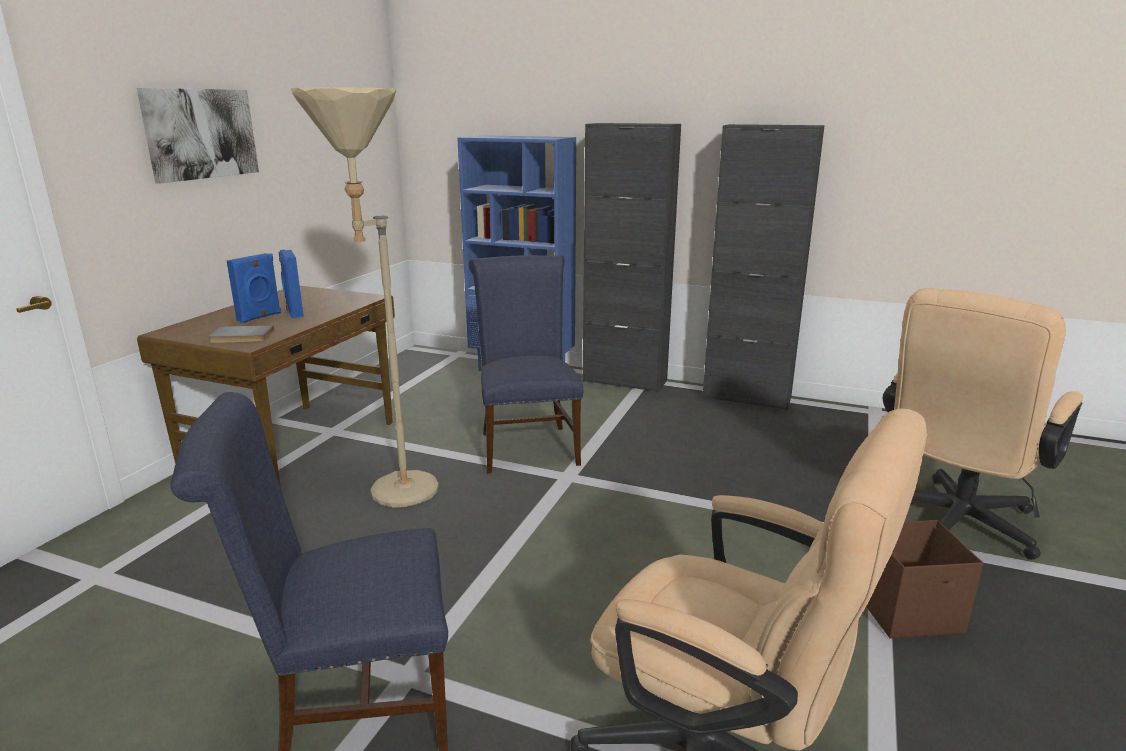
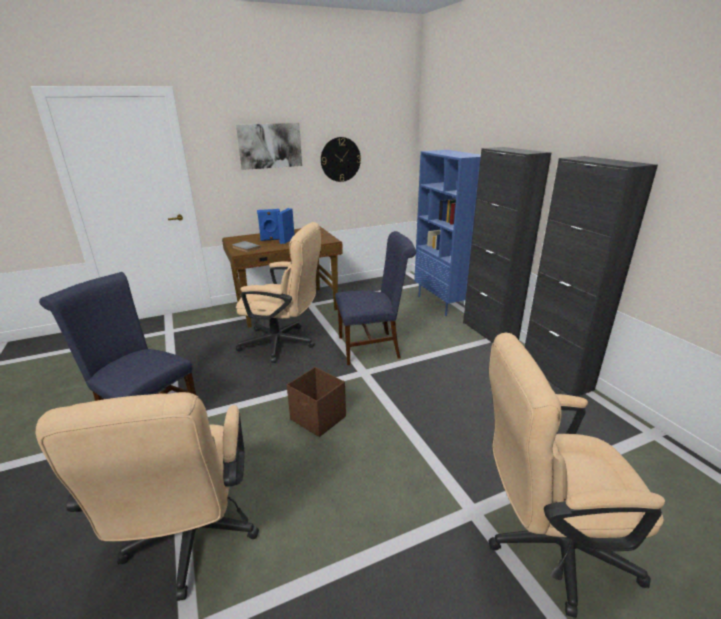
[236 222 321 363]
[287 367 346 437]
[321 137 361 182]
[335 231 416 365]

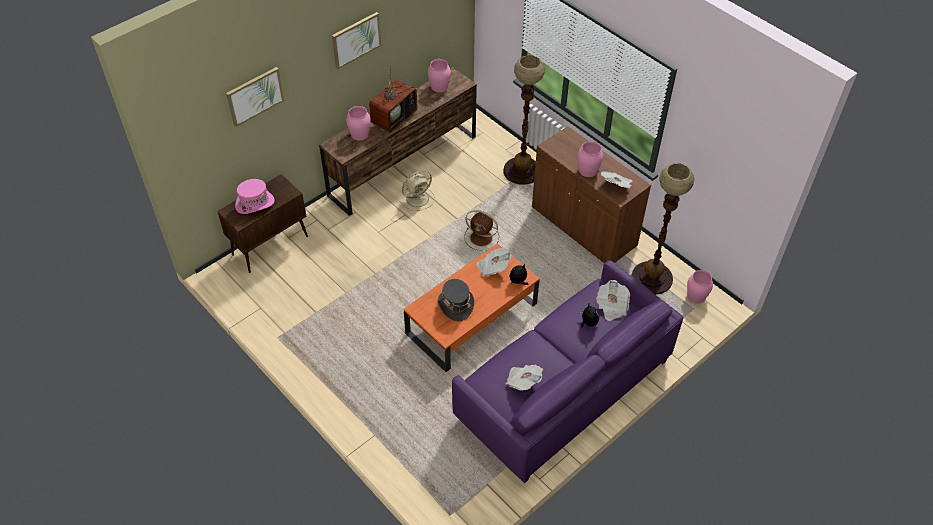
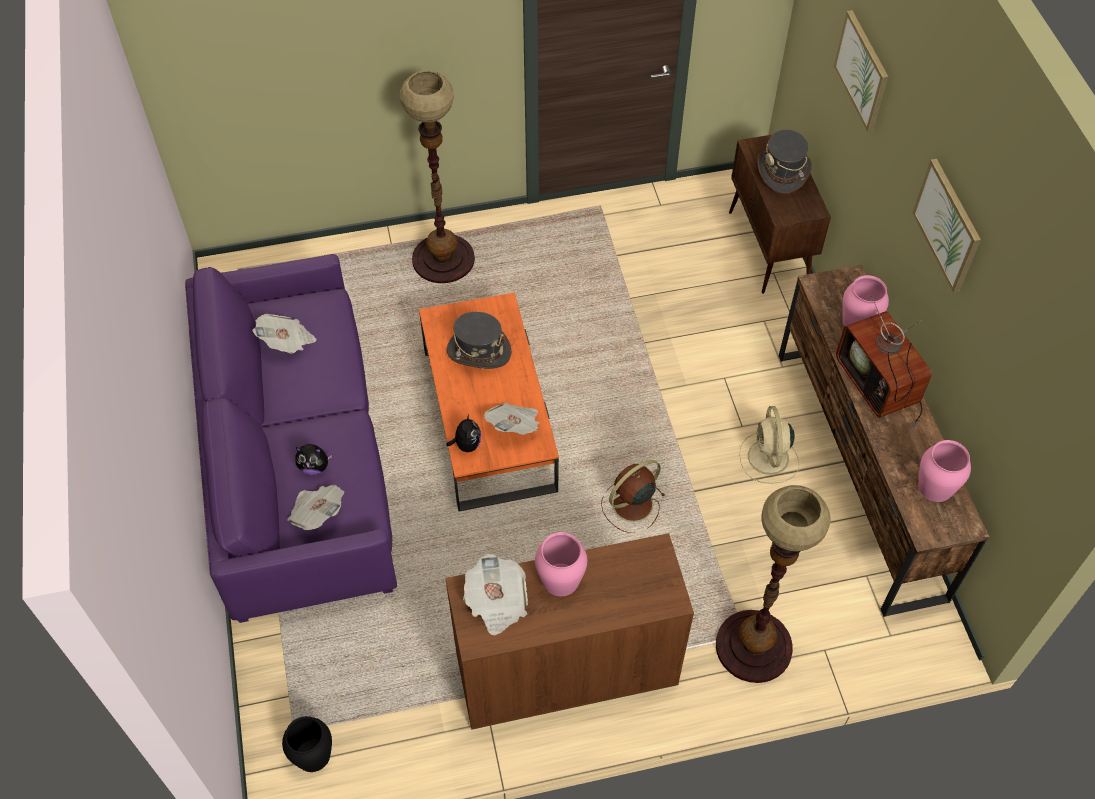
[282 716 332 772]
[400 70 475 283]
[757 130 812 194]

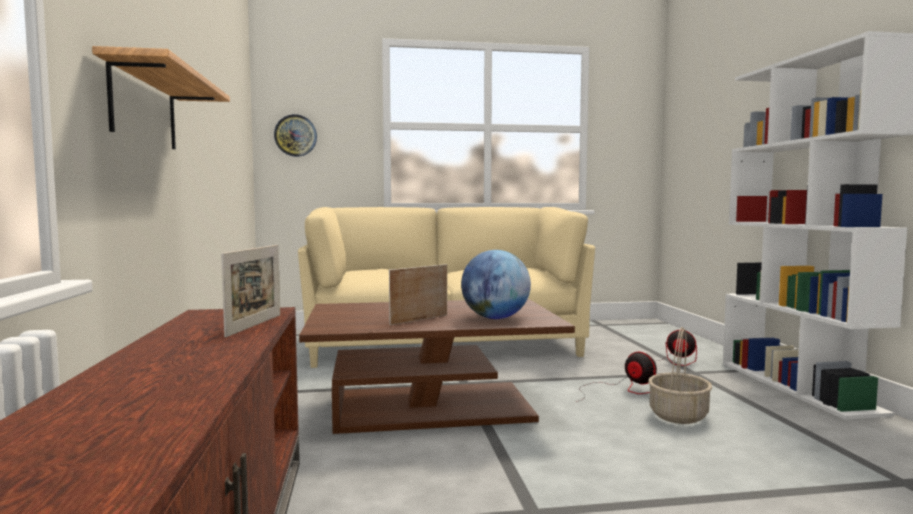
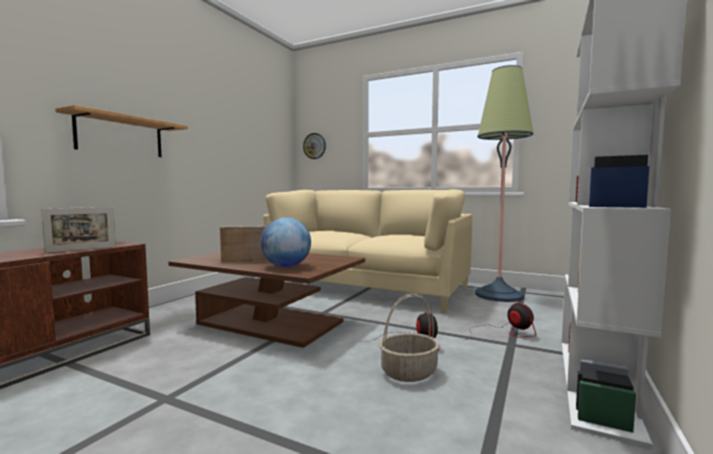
[475 65 534 302]

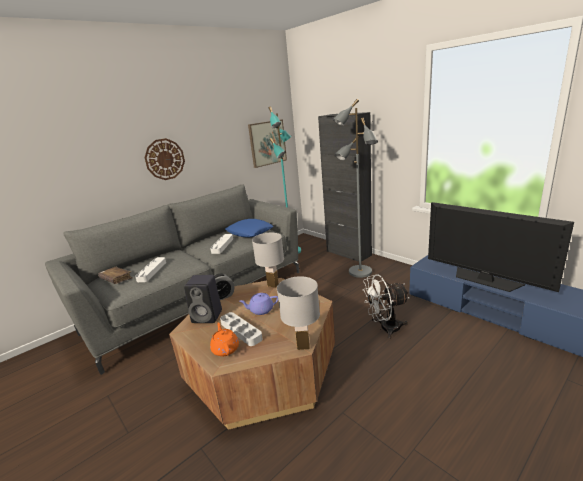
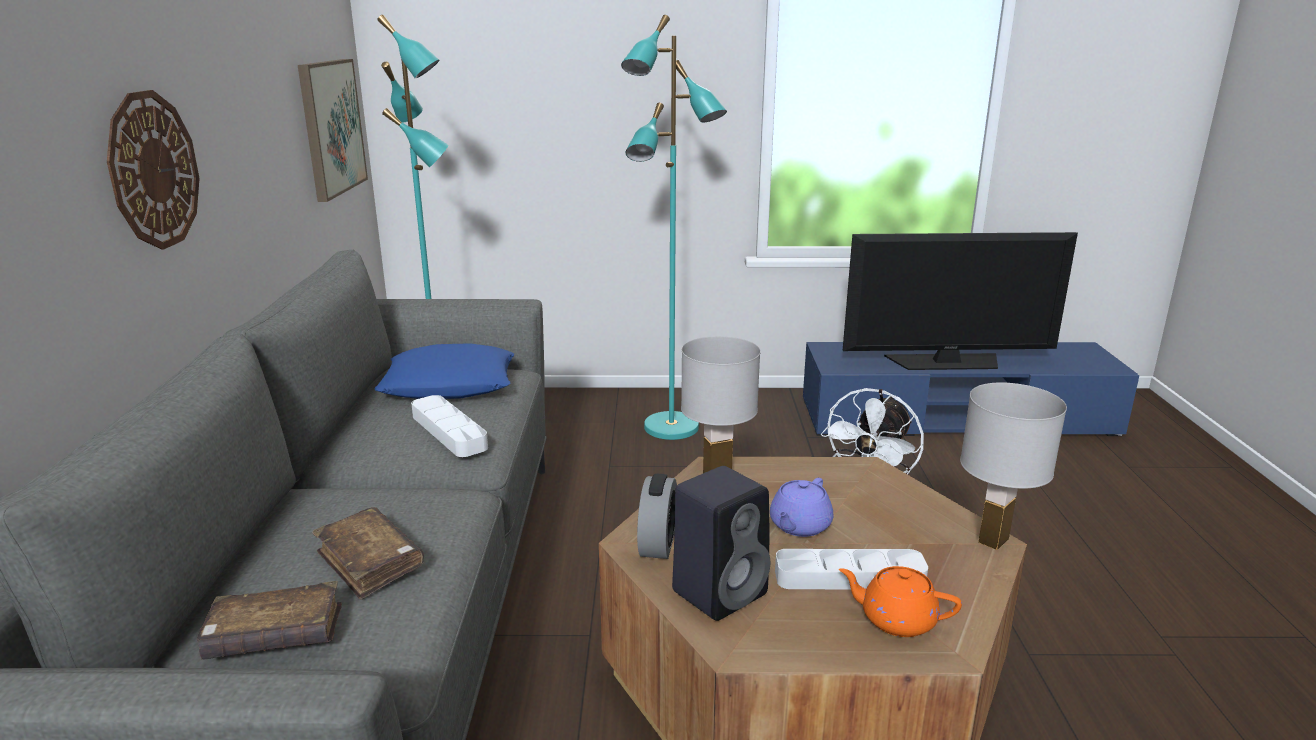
[312 507 424 600]
[621 15 727 440]
[318 112 372 262] (first image)

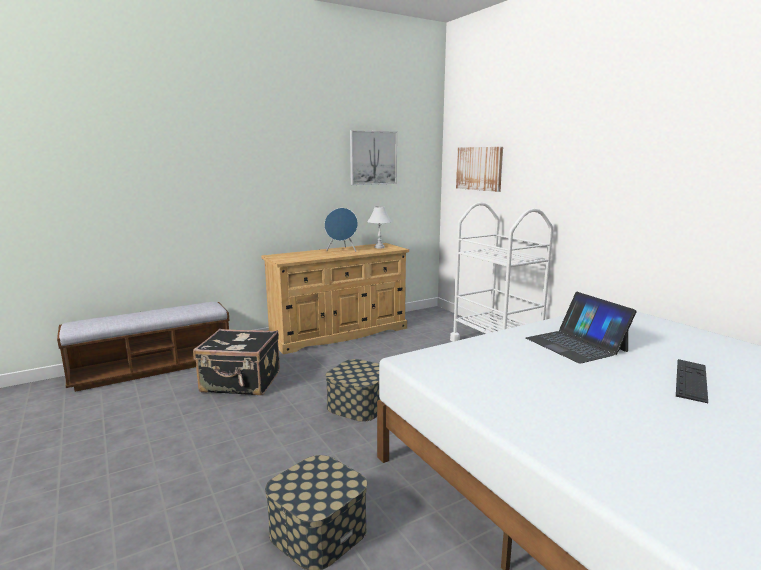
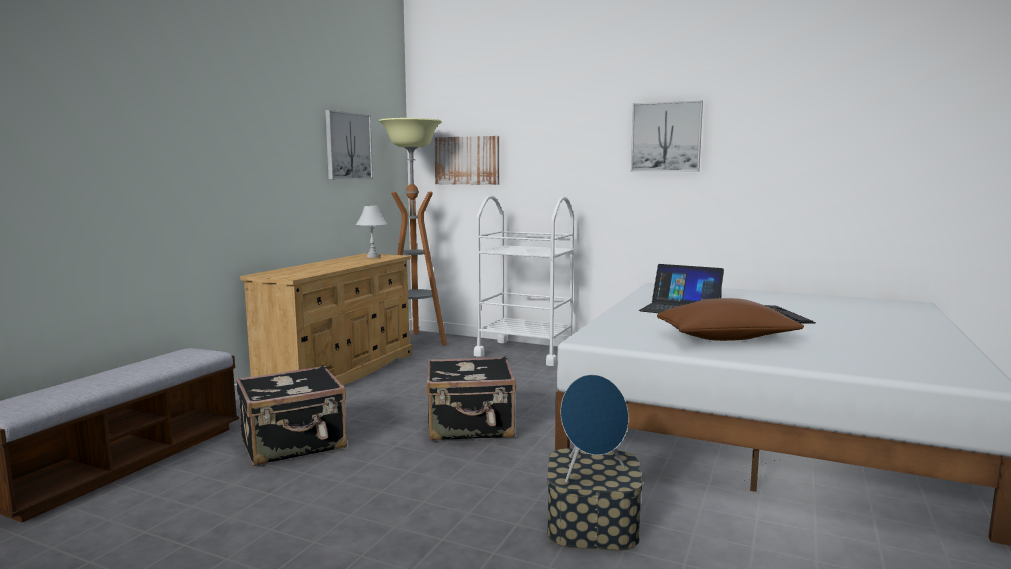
[379 118 447 346]
[426 356 516 441]
[561 375 629 483]
[631 100 703 171]
[657 298 804 341]

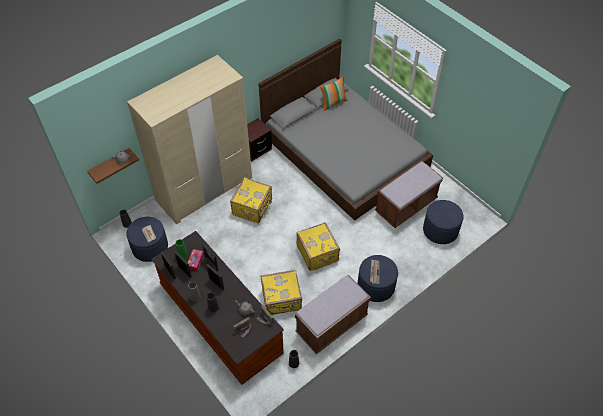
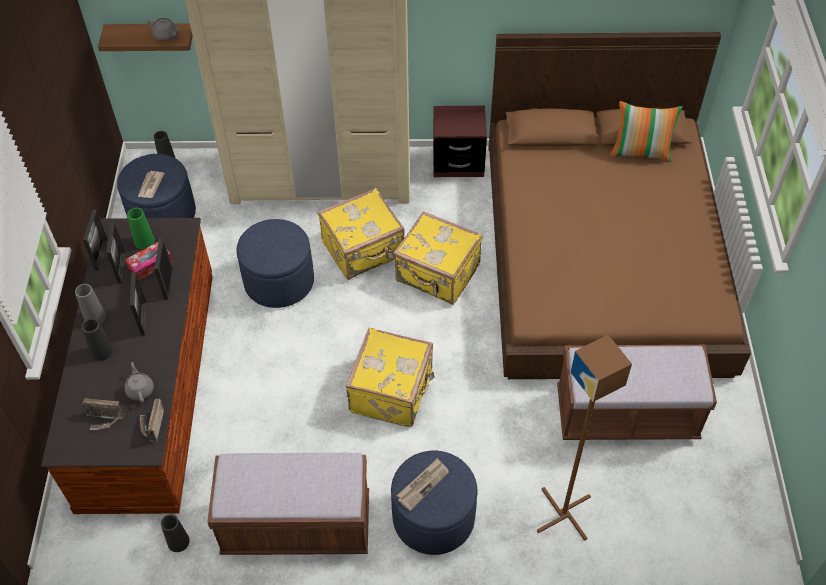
[237 219 314 308]
[393 211 483 305]
[489 32 751 379]
[537 335 632 541]

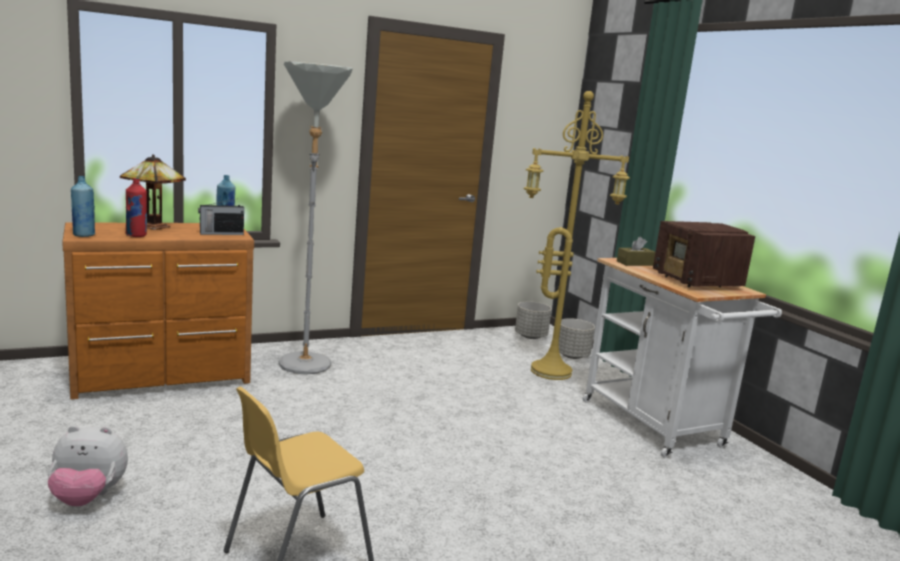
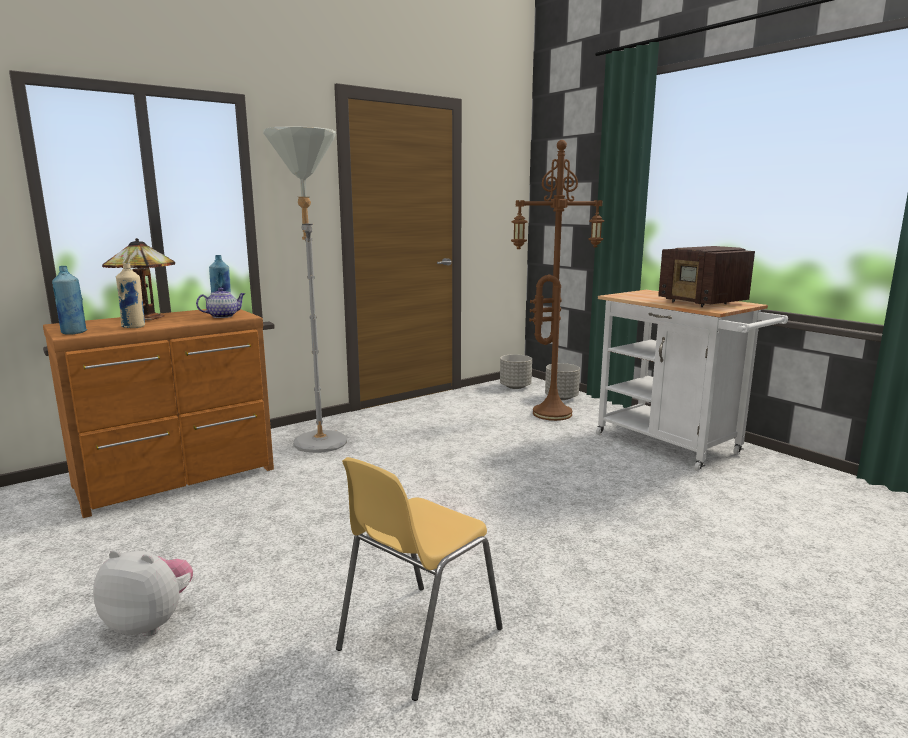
[93 550 193 636]
[116 263 145 328]
[196 288 245 318]
[511 140 604 421]
[617 237 655 266] (first image)

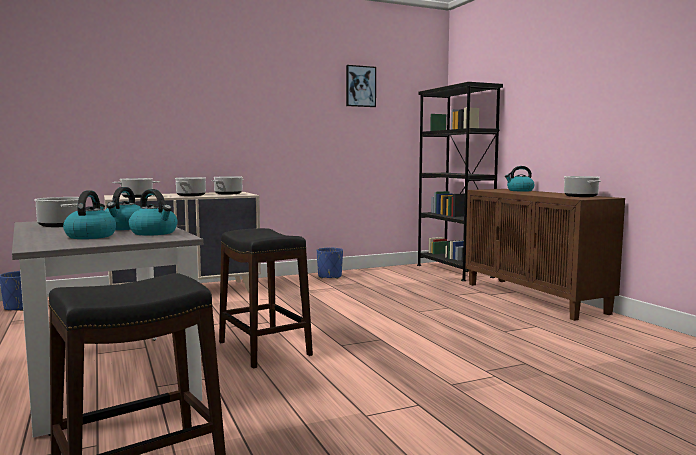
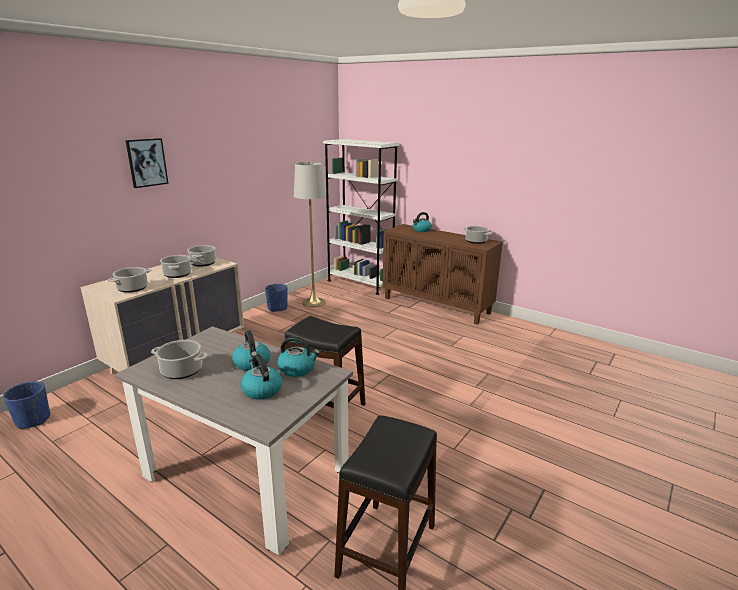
[125 138 169 188]
[294 162 326 307]
[323 139 399 295]

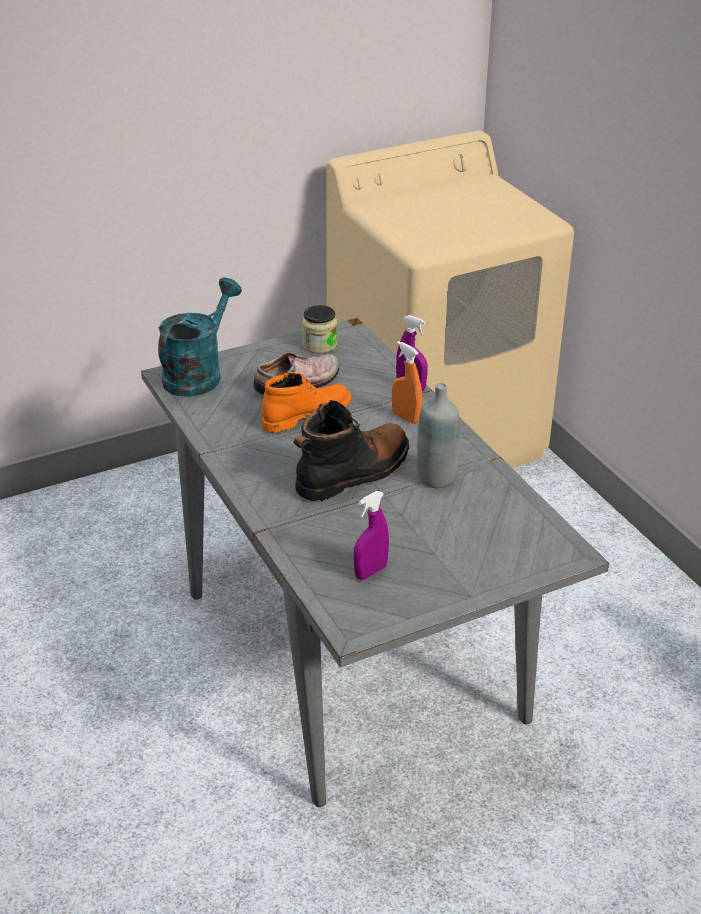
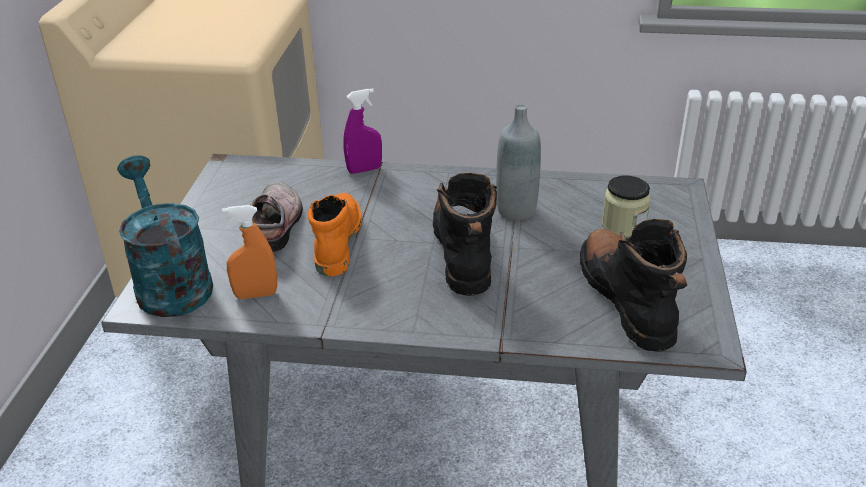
[222 205 277 299]
[580 219 687 352]
[602 176 651 237]

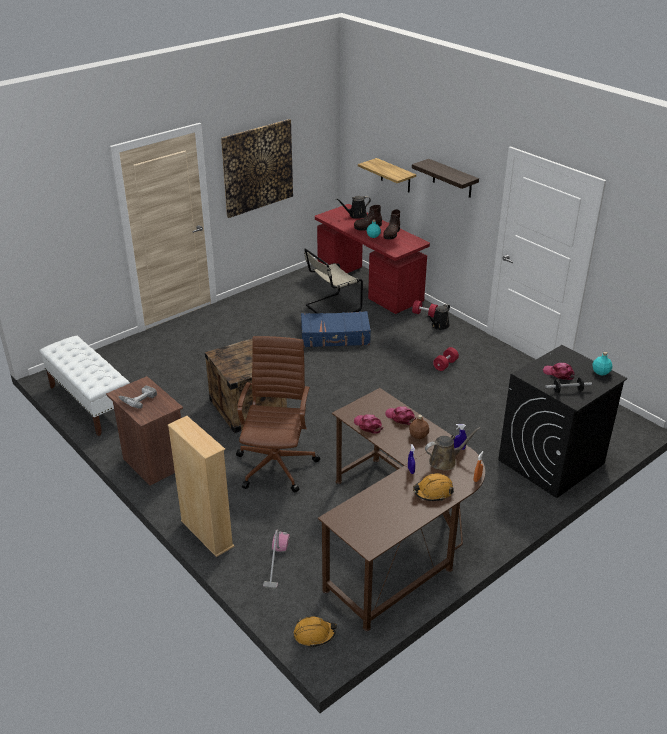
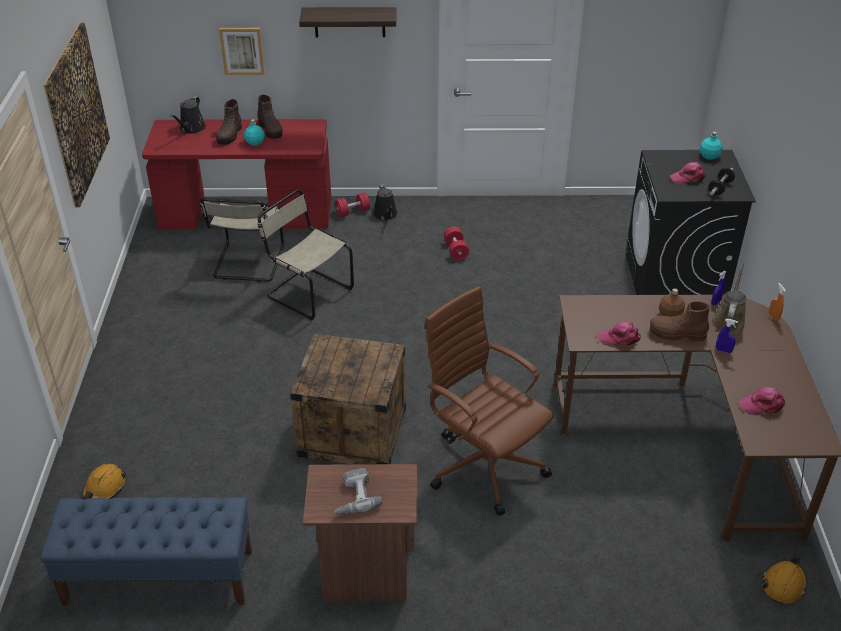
[40 497 252 606]
[82 464 127 499]
[219 28 265 75]
[258 189 354 320]
[650 301 710 342]
[739 387 785 415]
[168 416 235 557] (first image)
[263 529 290 588] (first image)

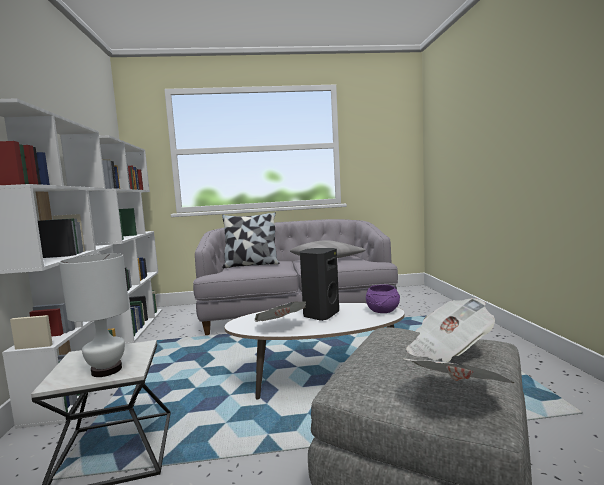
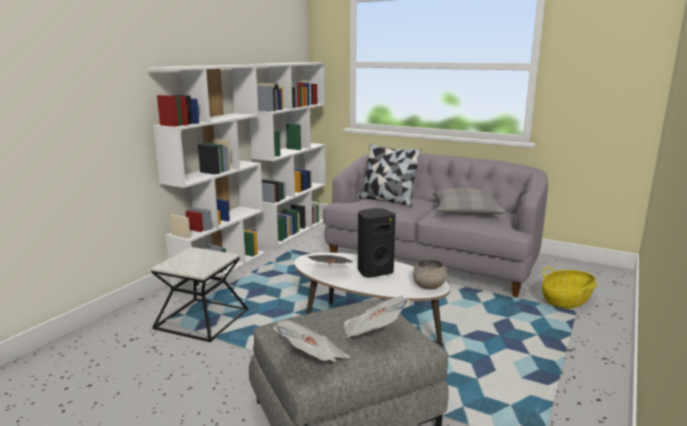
[413 259 448 289]
[542 267 598 309]
[59 253 129 377] (first image)

